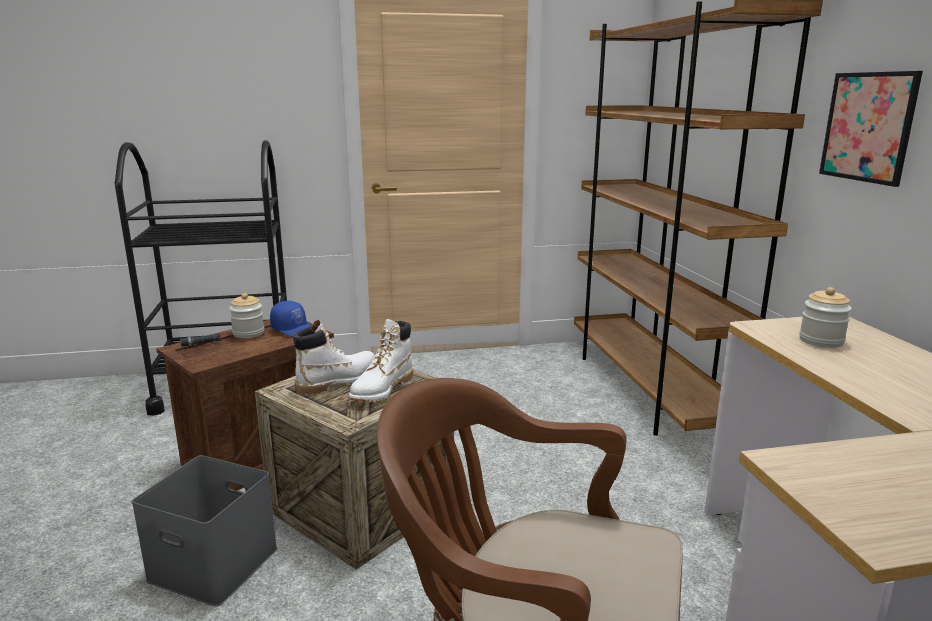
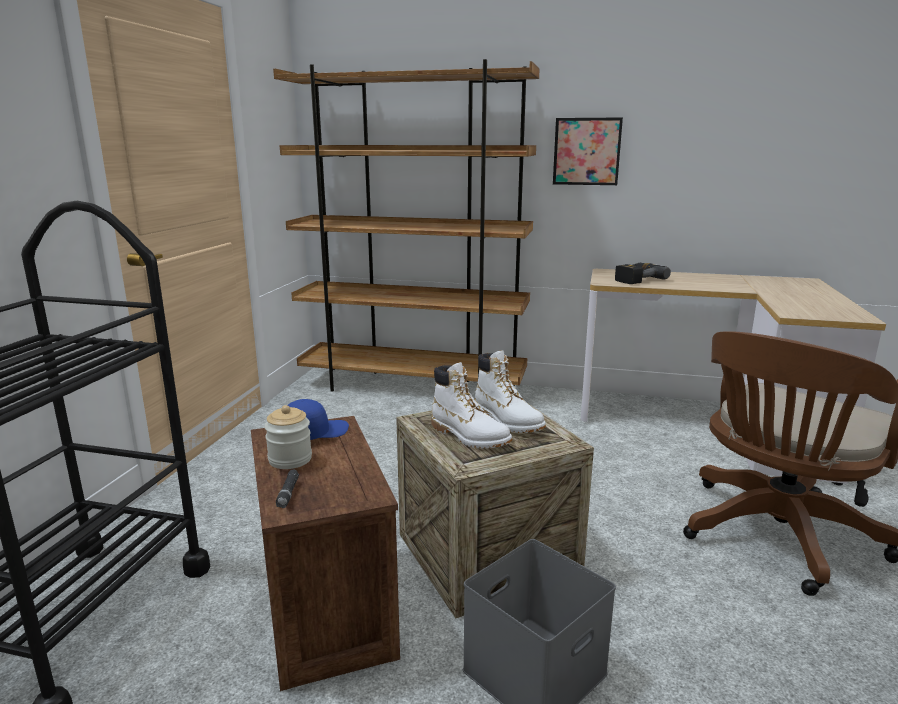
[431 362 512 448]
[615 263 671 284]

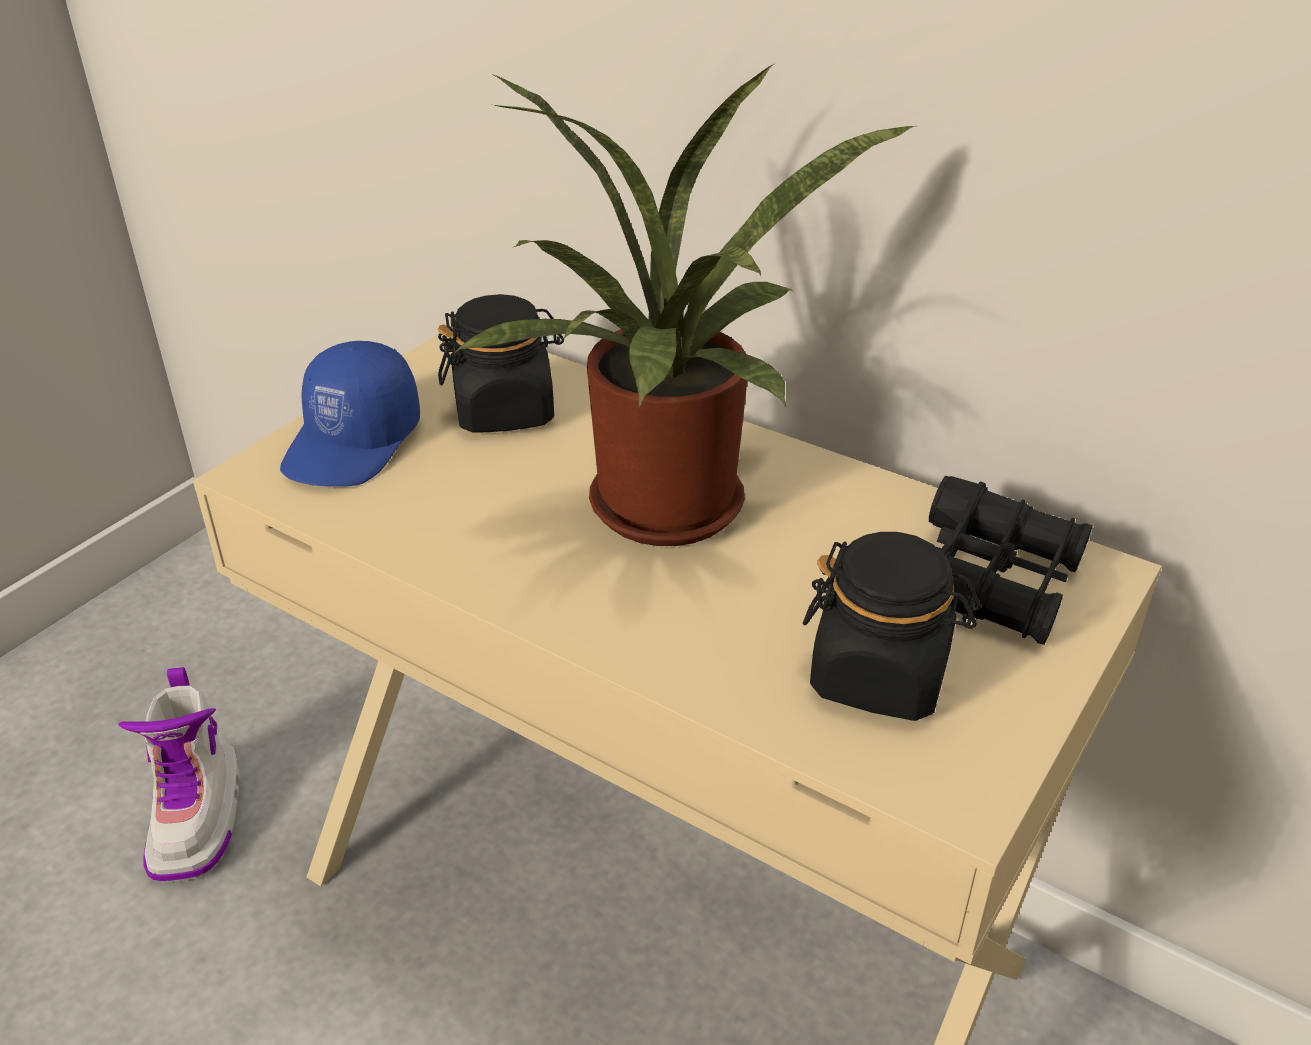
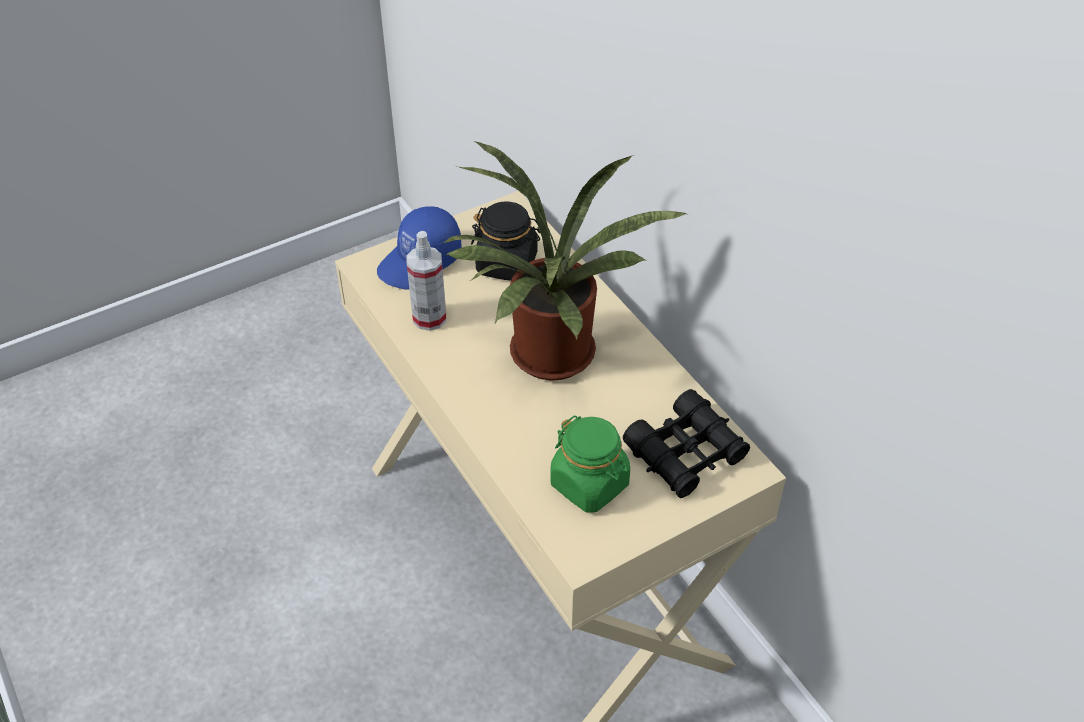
[407 231 446 331]
[550 415 630 513]
[118 667 240 882] (first image)

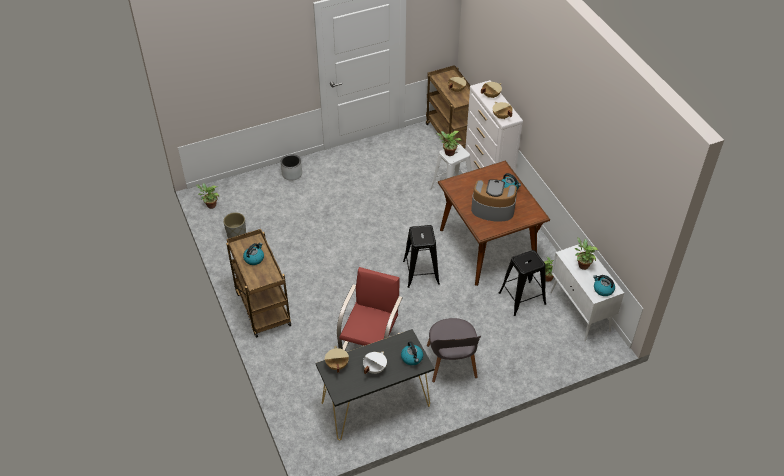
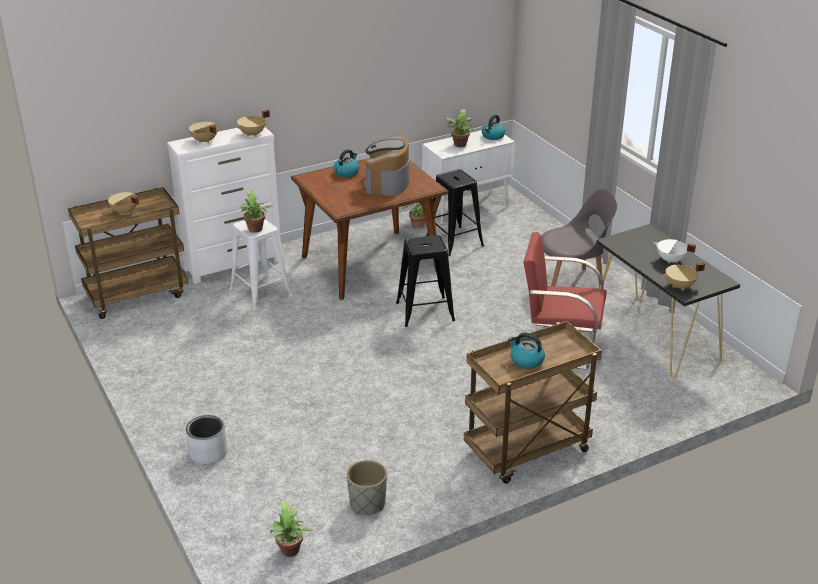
[401 341 423 365] (first image)

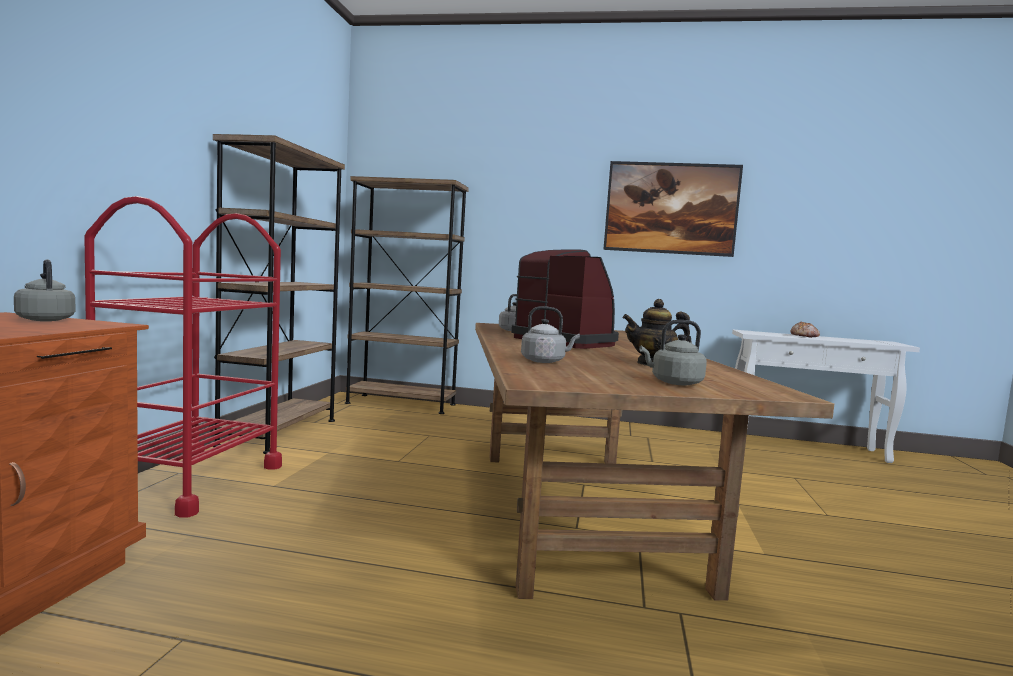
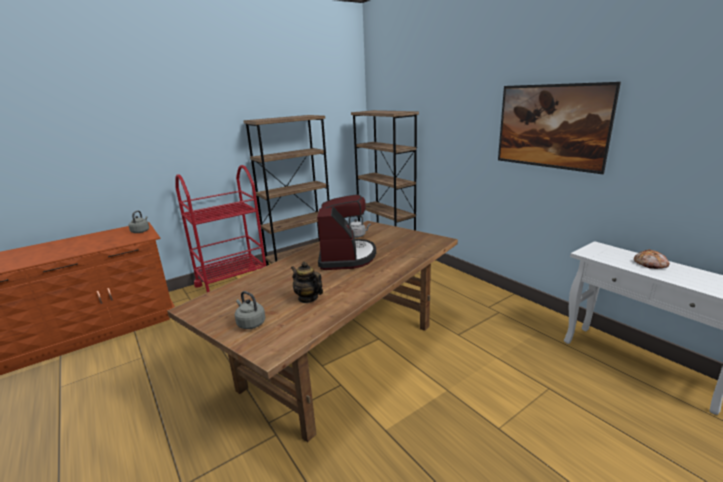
[521 306 580 363] (first image)

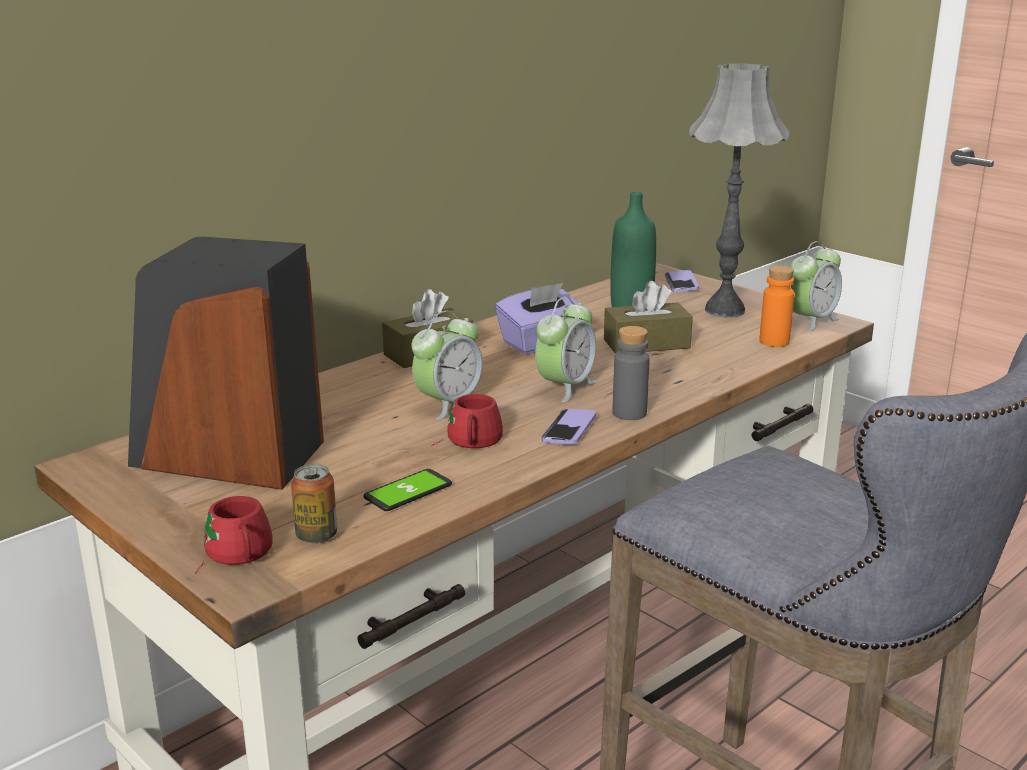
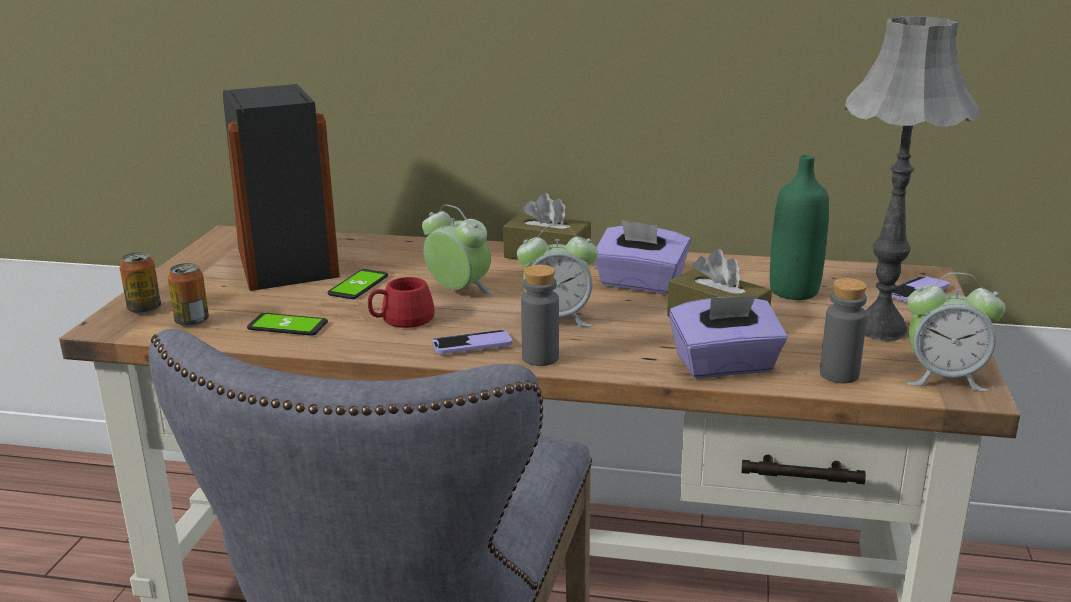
[120 252 161 314]
[328 269 388 299]
[422 204 493 294]
[669 295 787 378]
[820 278 867 383]

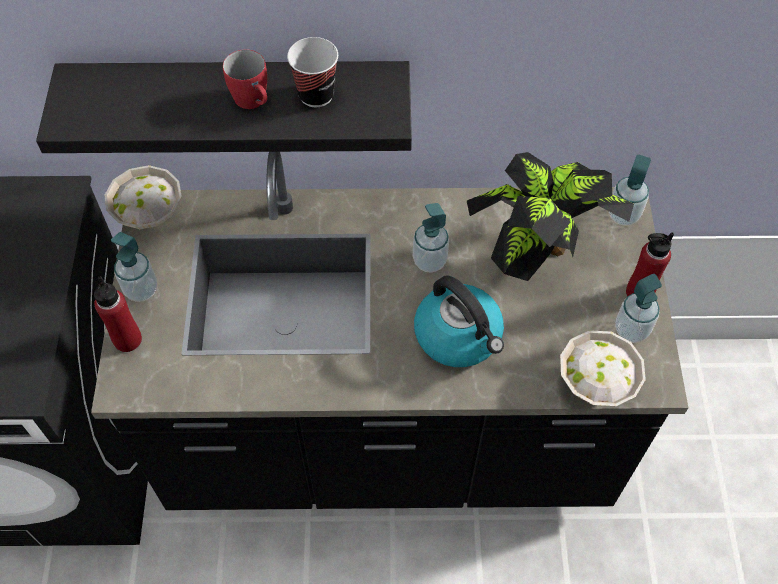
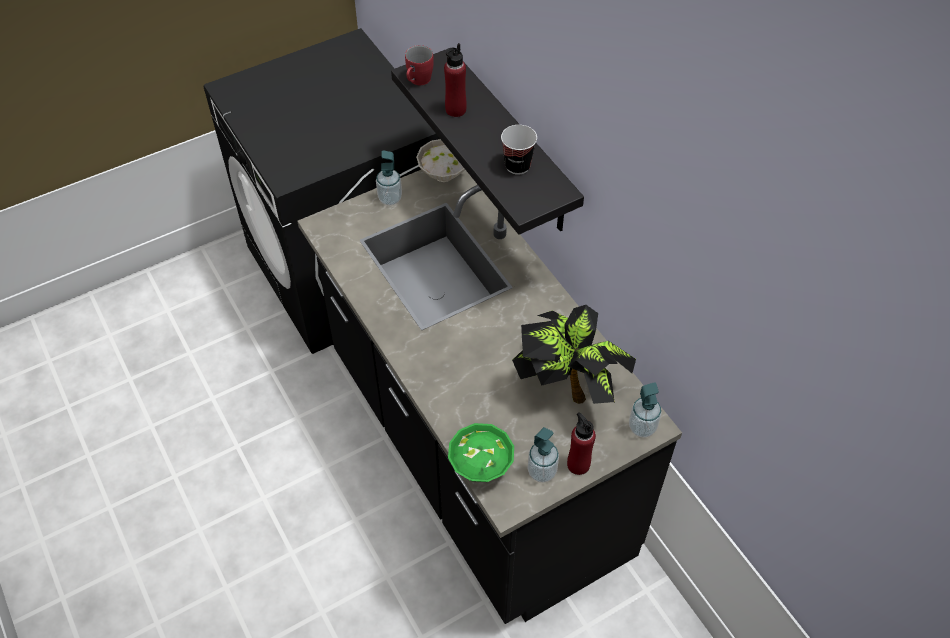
[405 45 434 85]
[444 43 467 117]
[448 423 514 482]
[413 203 449 273] (first image)
[414 276 504 367] (first image)

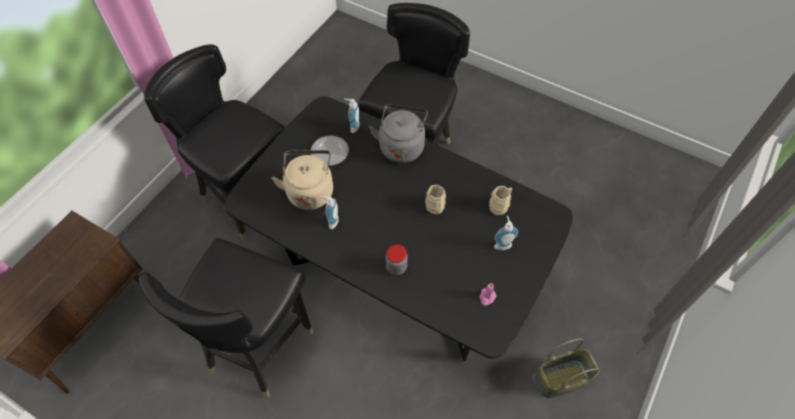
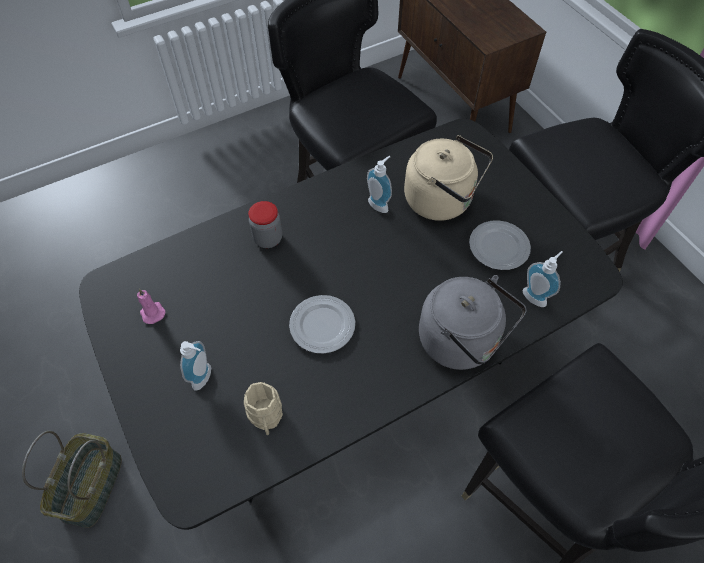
[289 295 355 354]

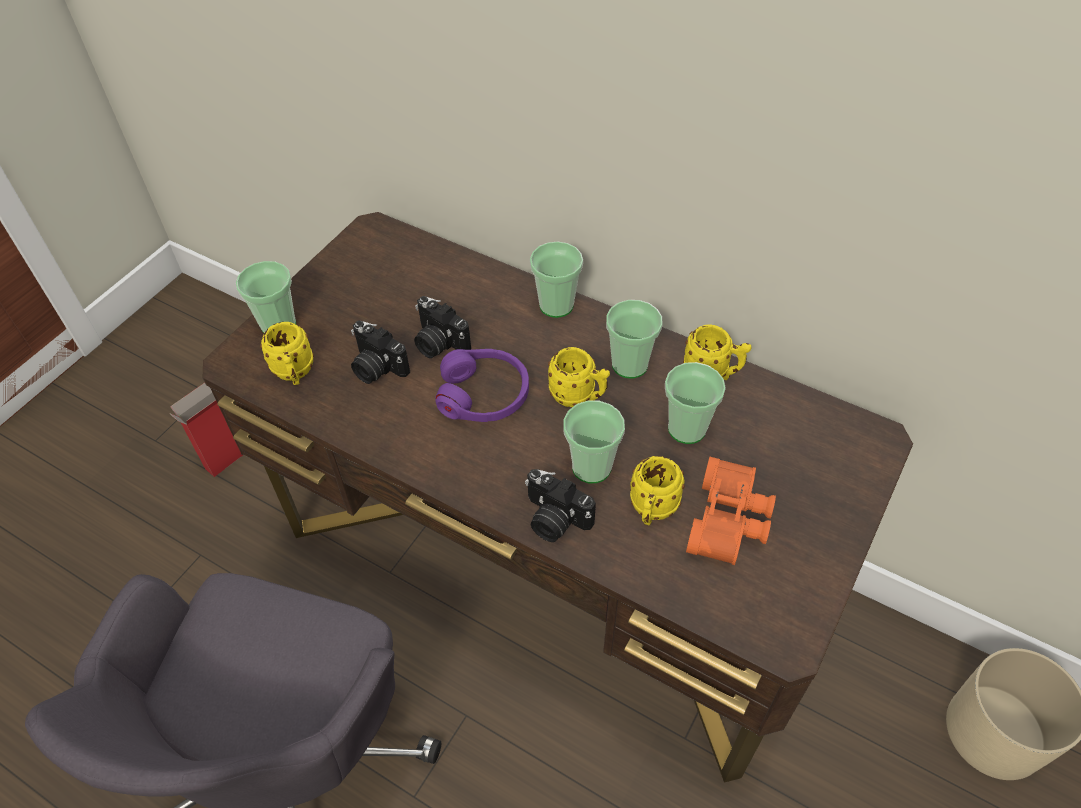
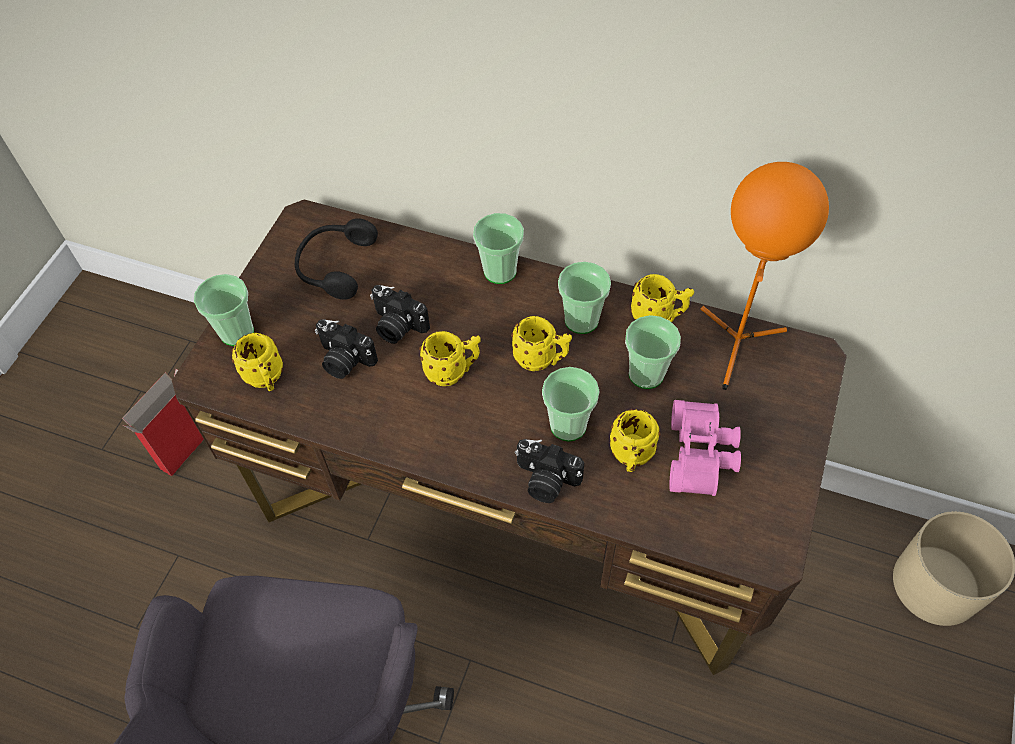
[295 218 378 300]
[419 331 481 386]
[669 400 741 496]
[701 162 829 390]

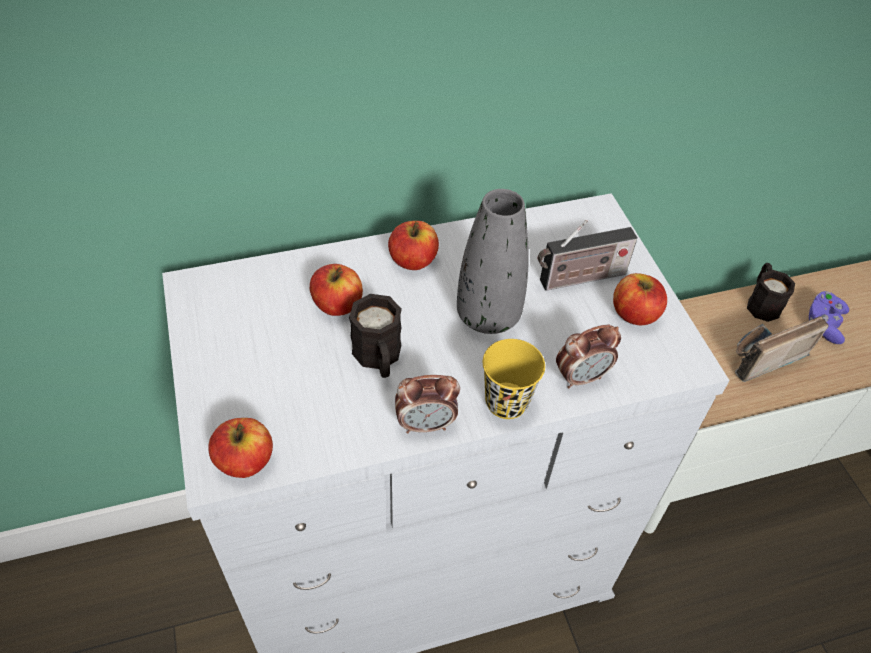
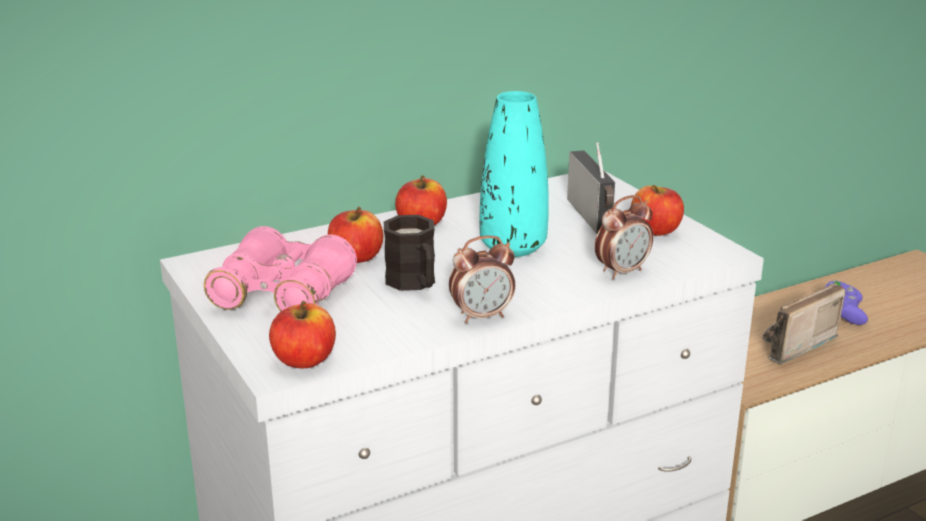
[204 226 357 311]
[480 91 549 257]
[567 143 615 234]
[483 339 545 419] (first image)
[747 263 795 322] (first image)

